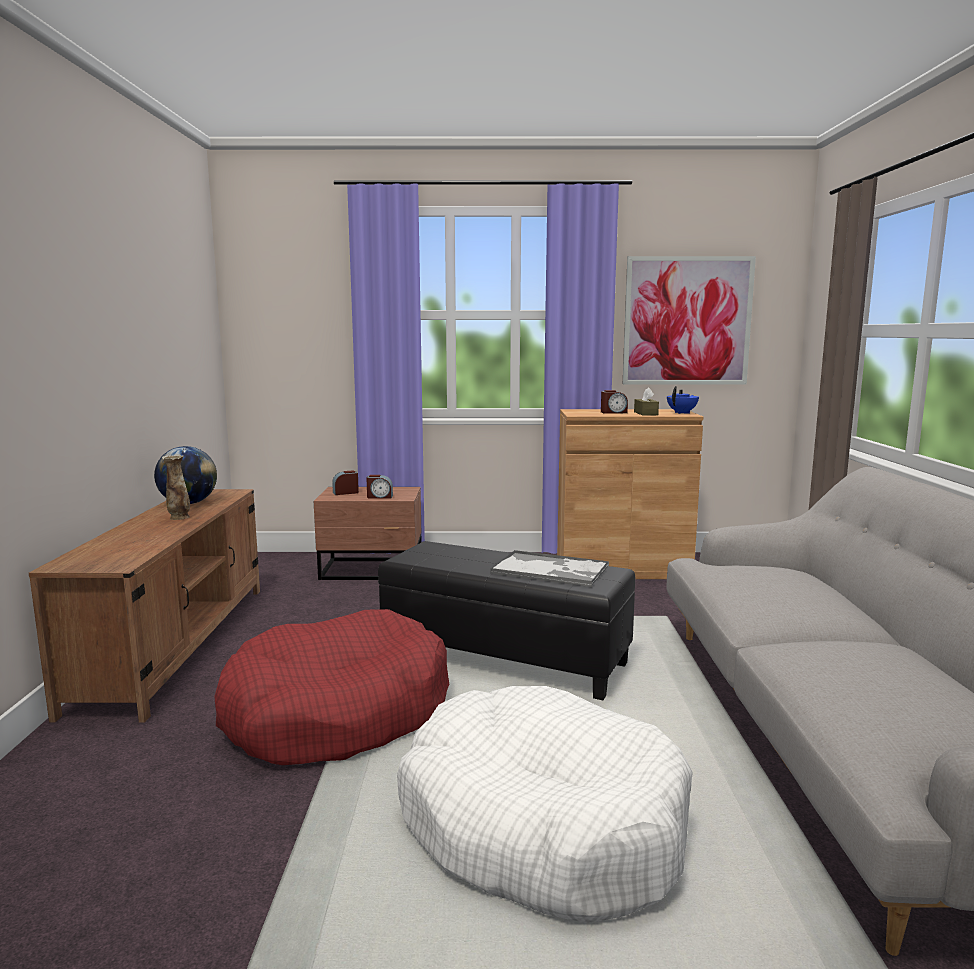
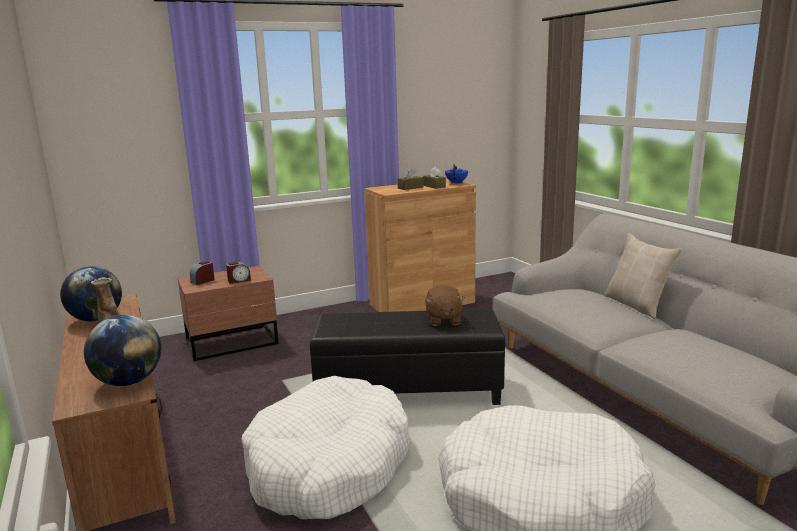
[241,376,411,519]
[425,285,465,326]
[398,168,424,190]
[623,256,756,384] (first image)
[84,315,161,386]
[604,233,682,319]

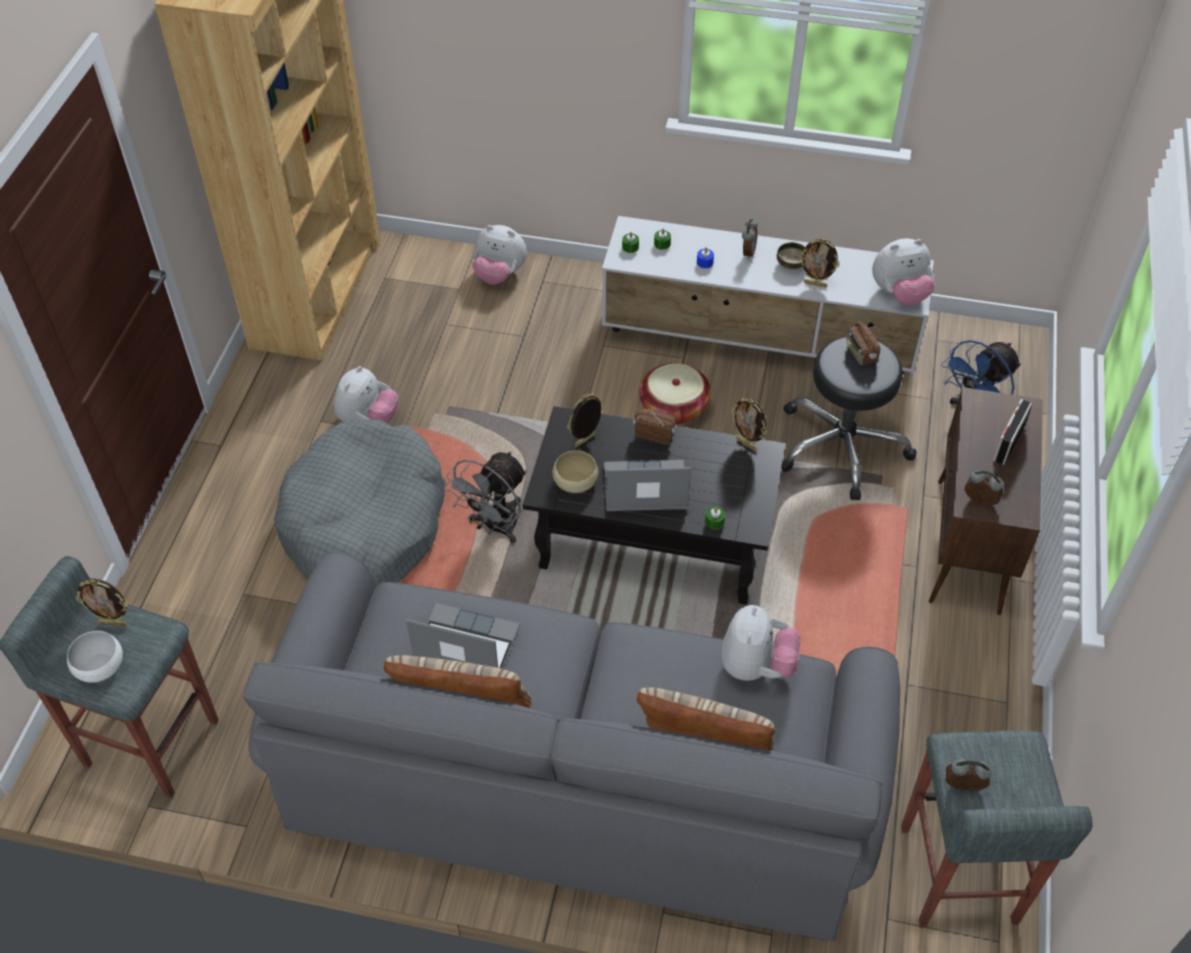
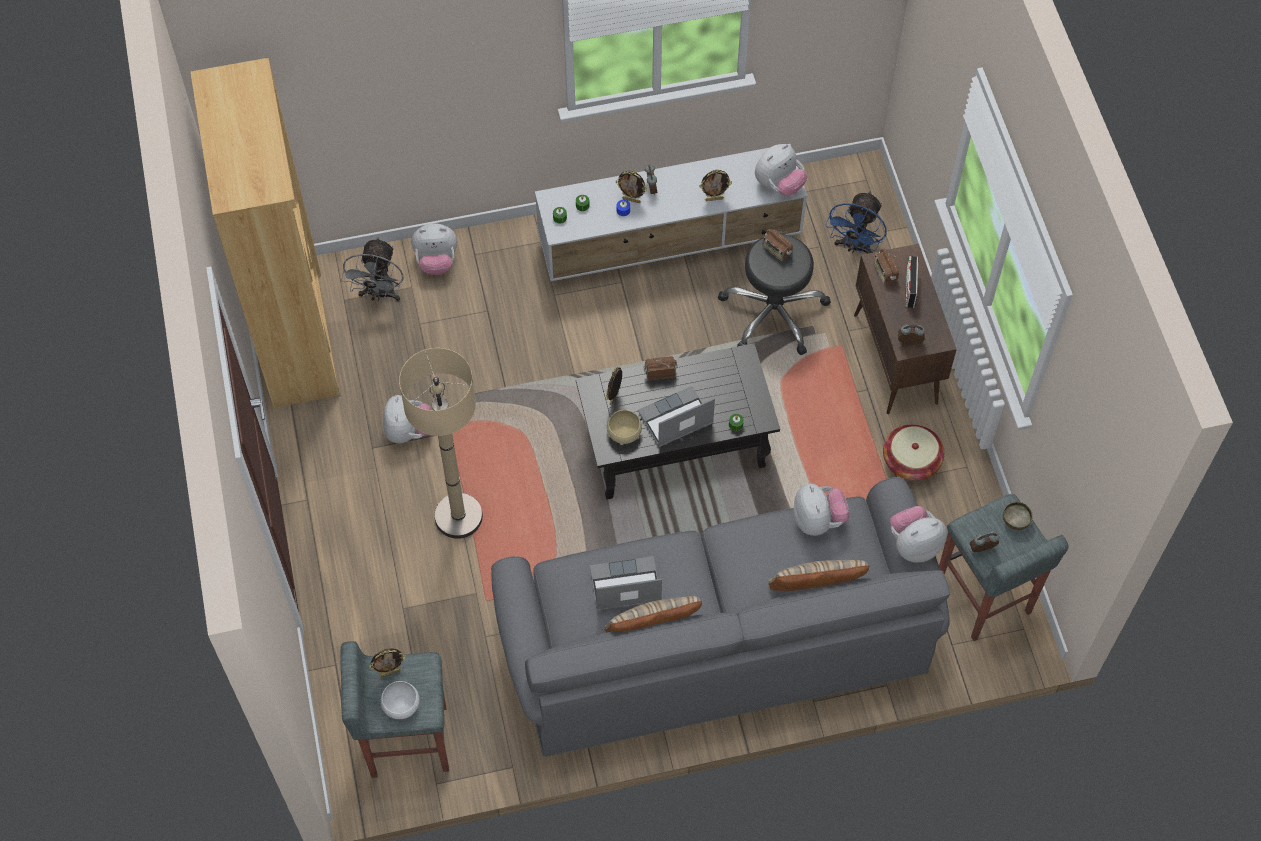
[399,348,483,539]
[341,237,404,301]
[883,424,944,481]
[616,171,647,203]
[1003,502,1033,530]
[874,248,899,284]
[890,506,947,562]

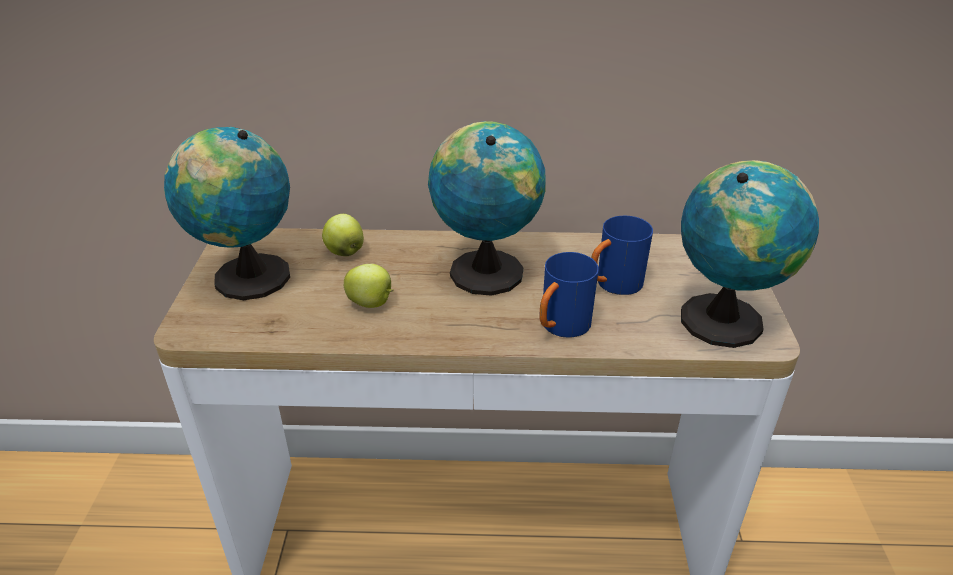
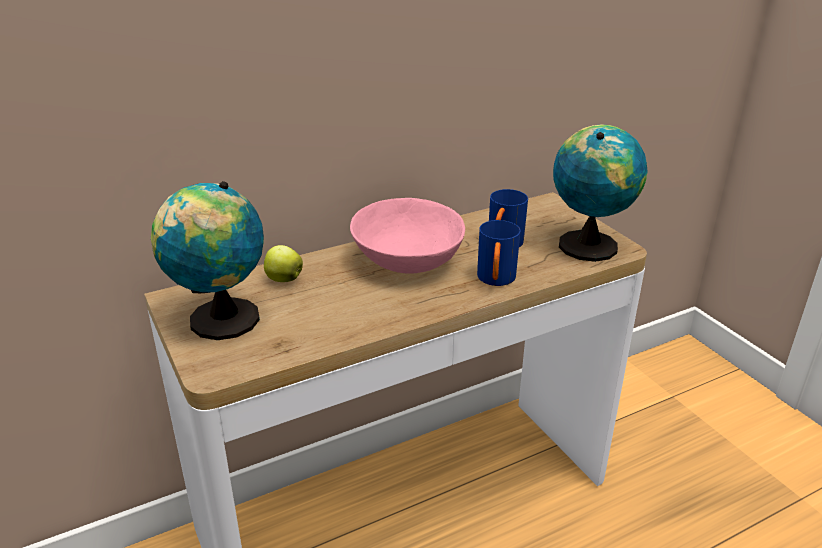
[344,264,394,308] (first image)
[350,198,465,274]

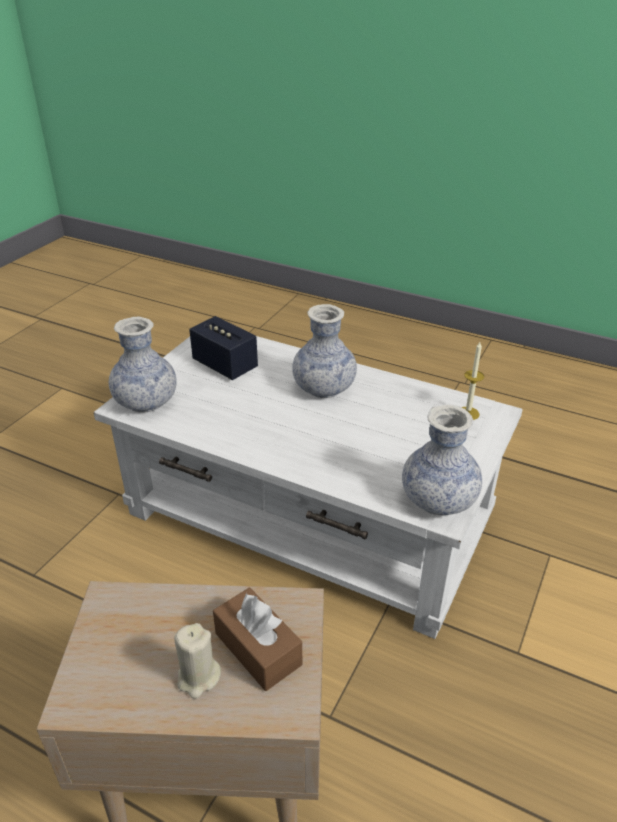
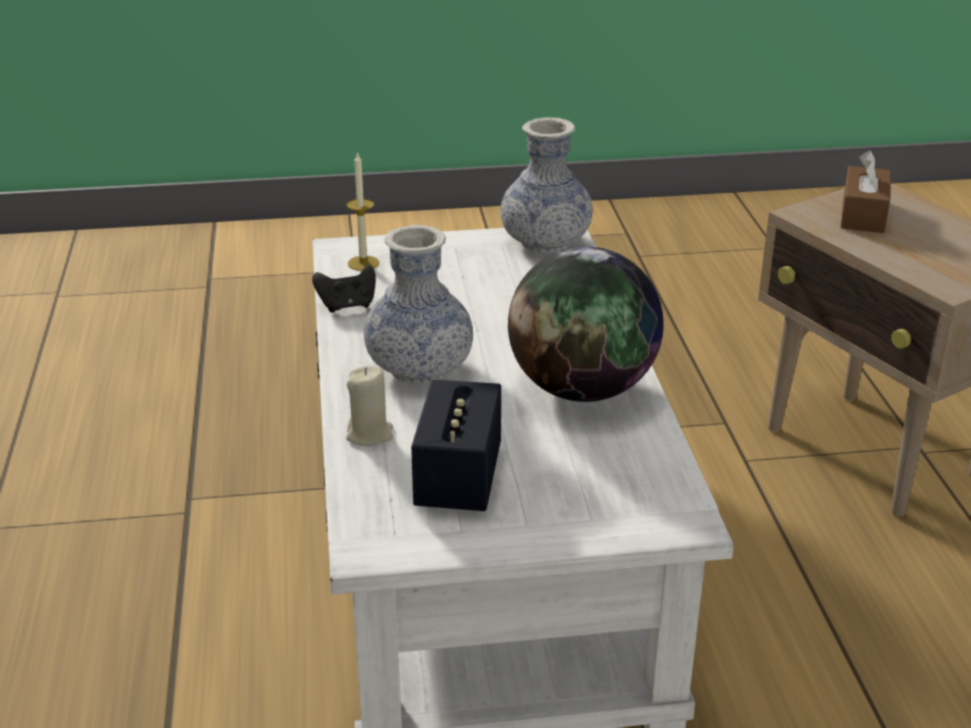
[109,317,177,413] (first image)
[346,366,393,446]
[312,265,376,313]
[508,246,663,402]

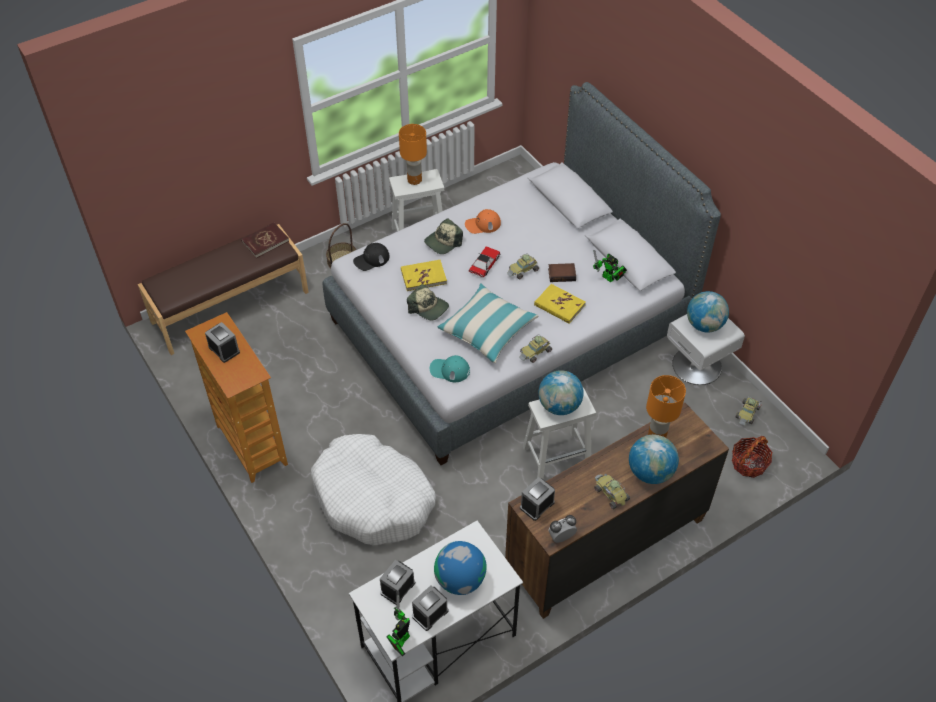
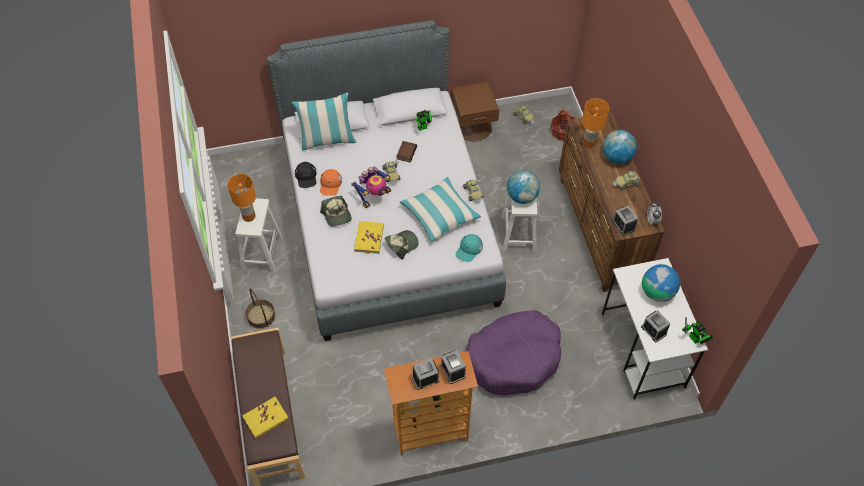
[241,223,289,258] (first image)
[466,310,561,395]
[295,162,317,188]
[441,350,466,384]
[352,166,391,208]
[242,397,289,438]
[451,81,499,142]
[687,291,729,332] (first image)
[292,93,357,151]

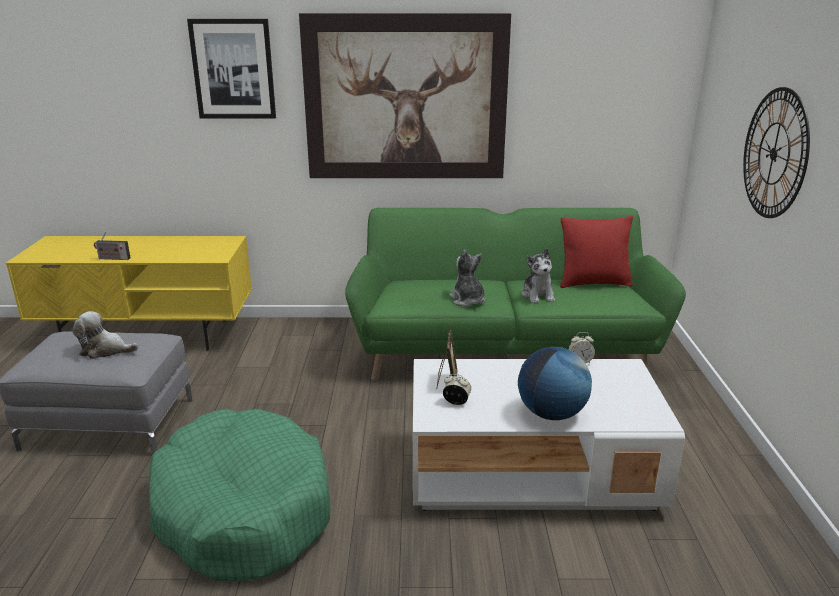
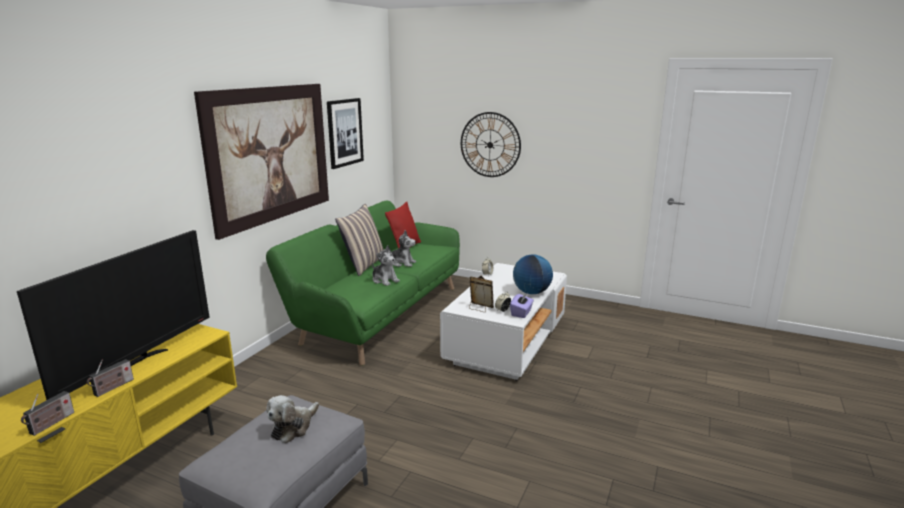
[149,409,331,581] (first image)
[327,98,364,169]
[372,245,400,286]
[17,230,210,400]
[21,391,74,436]
[335,204,384,276]
[510,293,534,318]

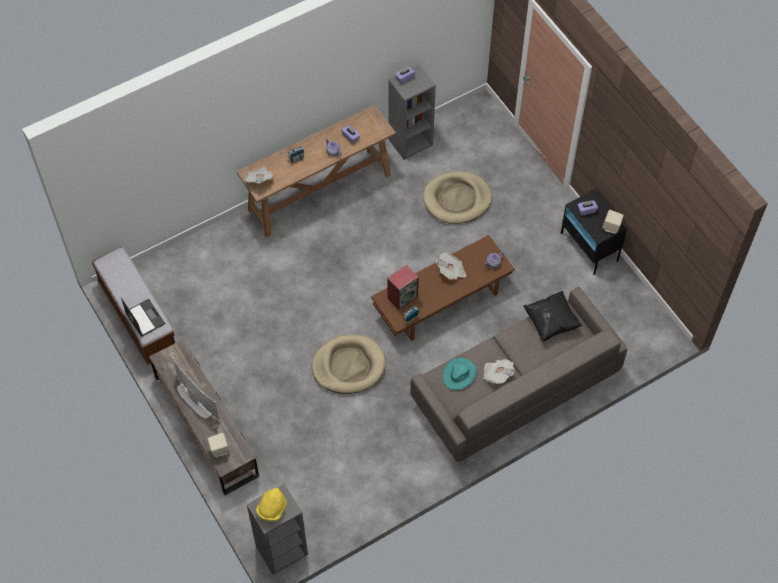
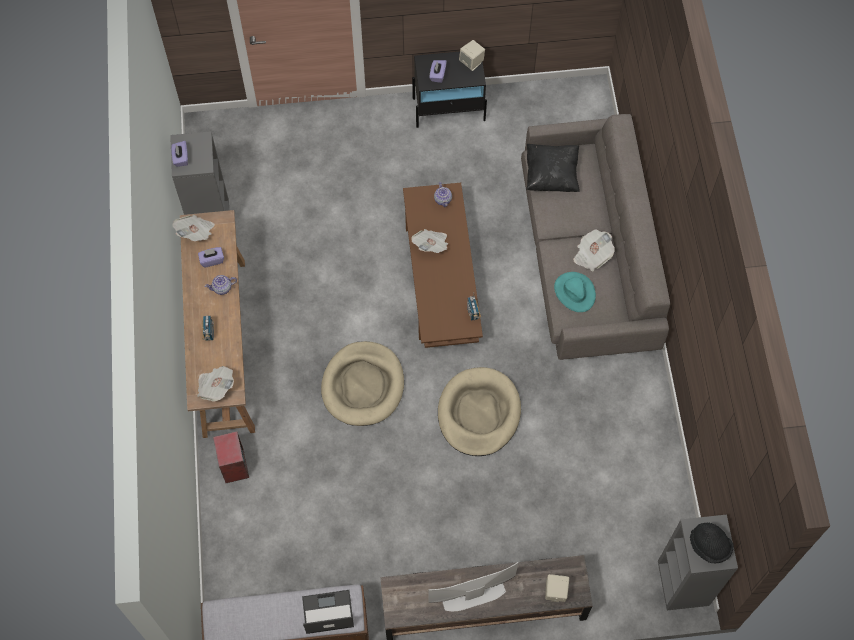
[690,523,734,563]
[213,431,249,483]
[321,341,404,426]
[173,215,215,241]

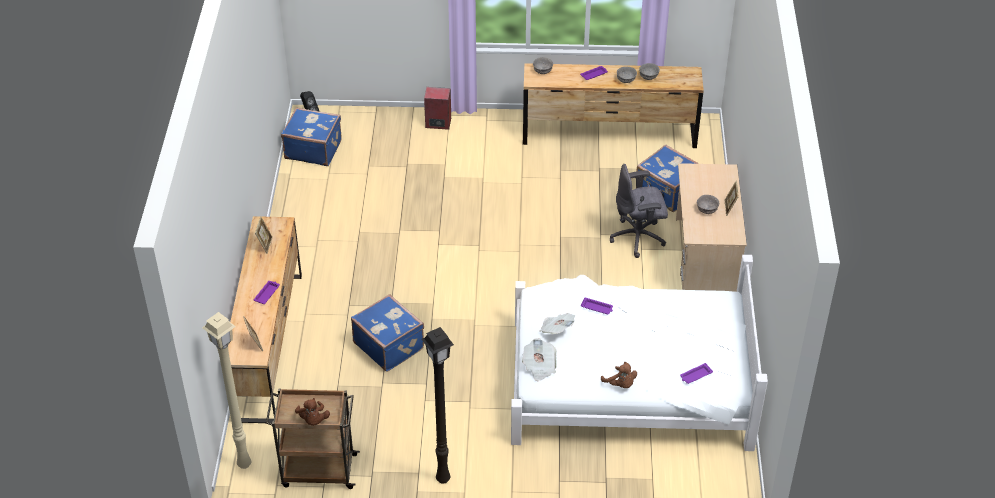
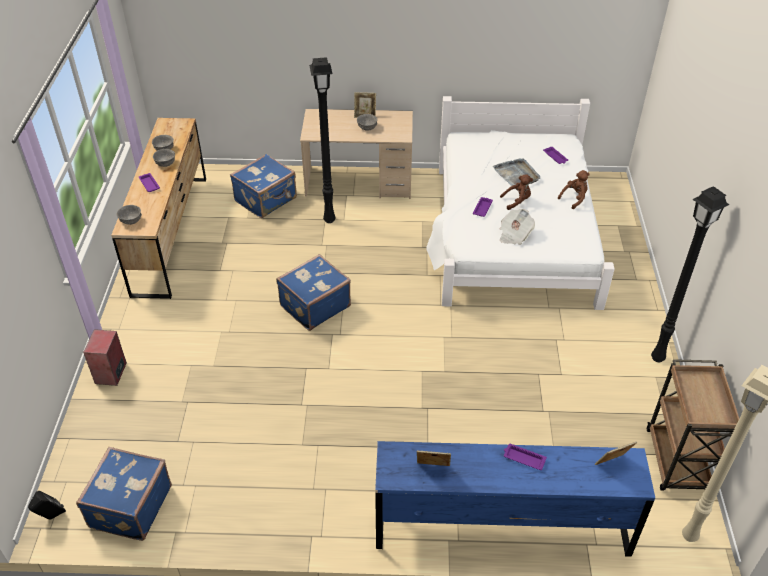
[375,441,655,557]
[500,174,533,210]
[276,254,351,331]
[522,338,557,381] (first image)
[309,57,336,223]
[493,158,540,186]

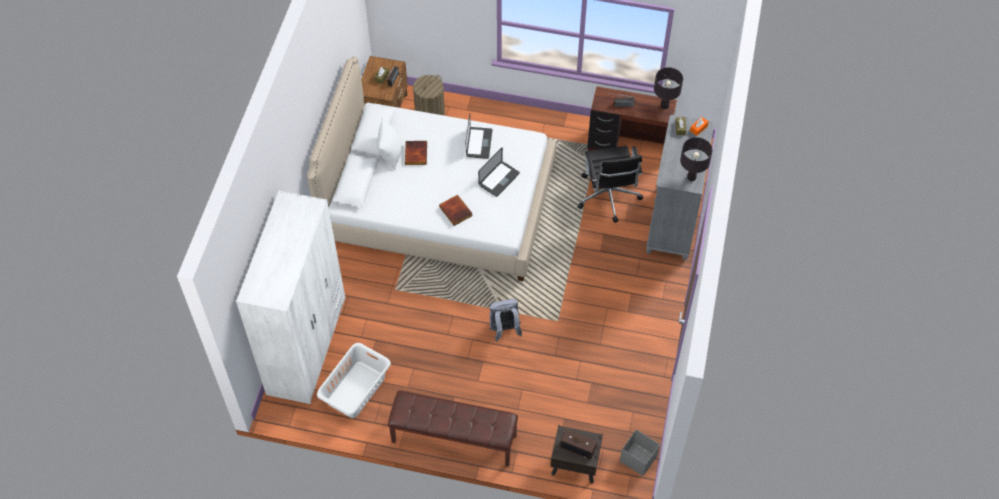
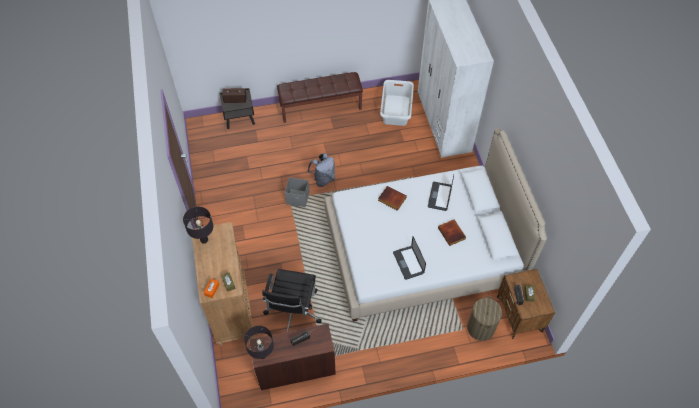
[377,117,402,170] (first image)
[428,175,454,211]
[262,269,322,332]
[285,177,310,207]
[192,222,255,346]

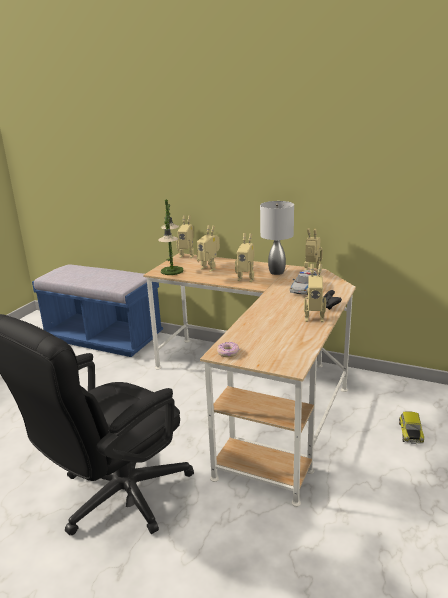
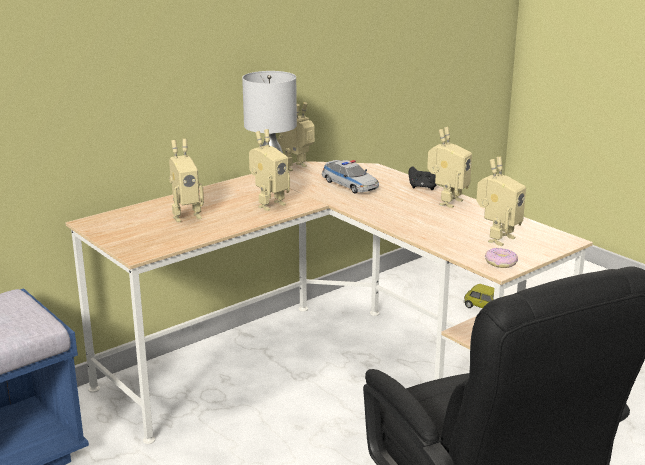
[158,200,183,275] (first image)
[476,157,526,246]

